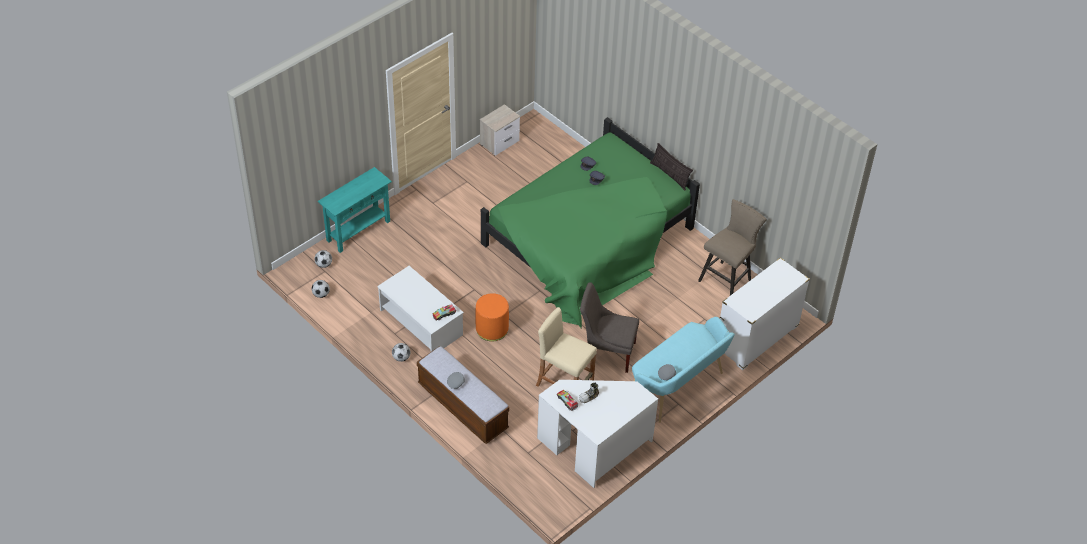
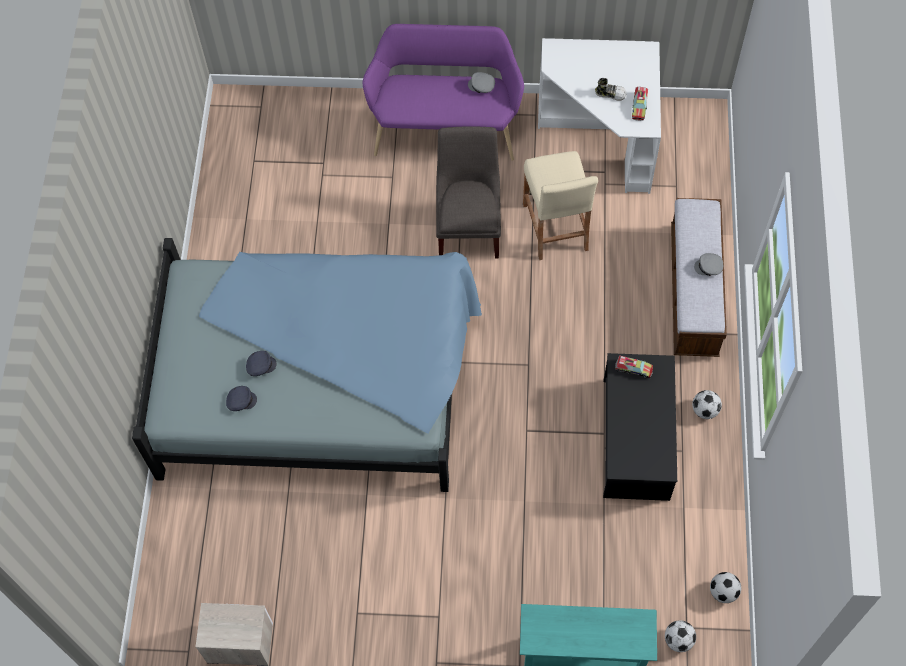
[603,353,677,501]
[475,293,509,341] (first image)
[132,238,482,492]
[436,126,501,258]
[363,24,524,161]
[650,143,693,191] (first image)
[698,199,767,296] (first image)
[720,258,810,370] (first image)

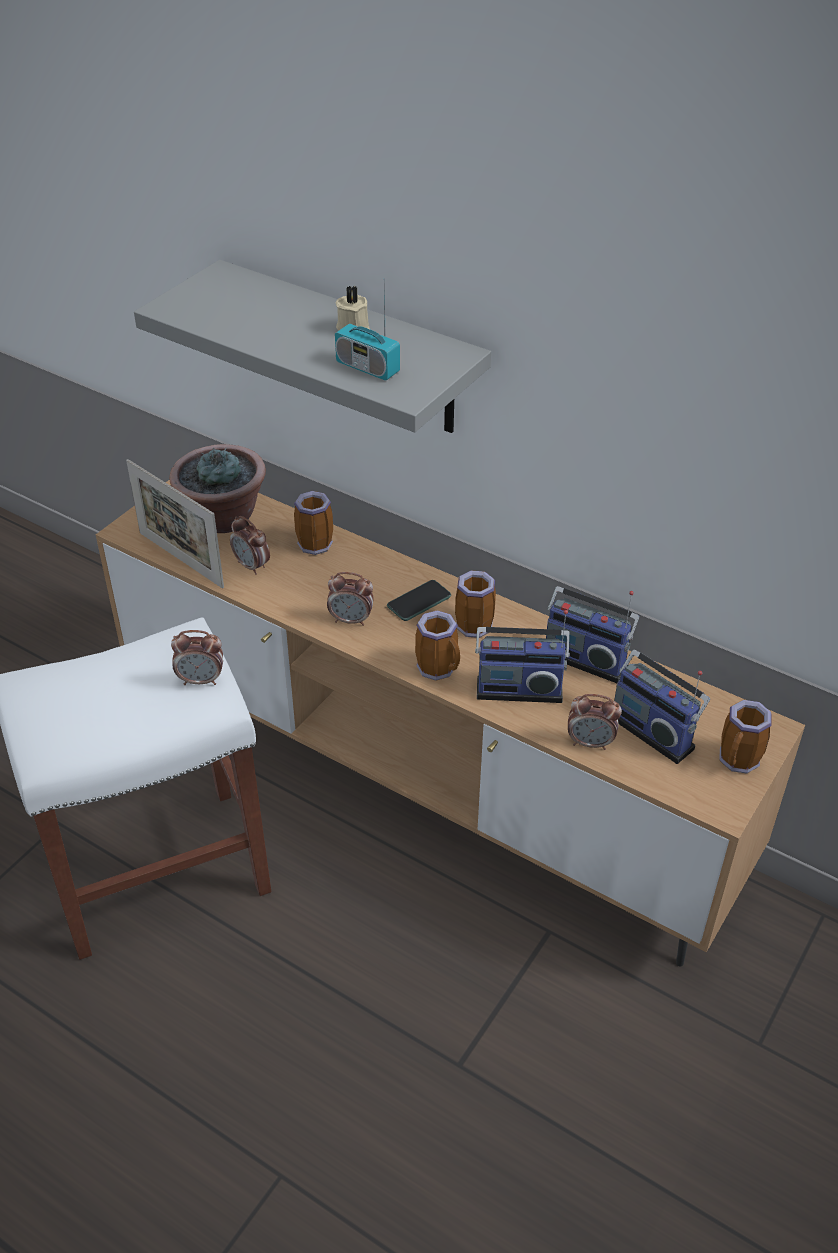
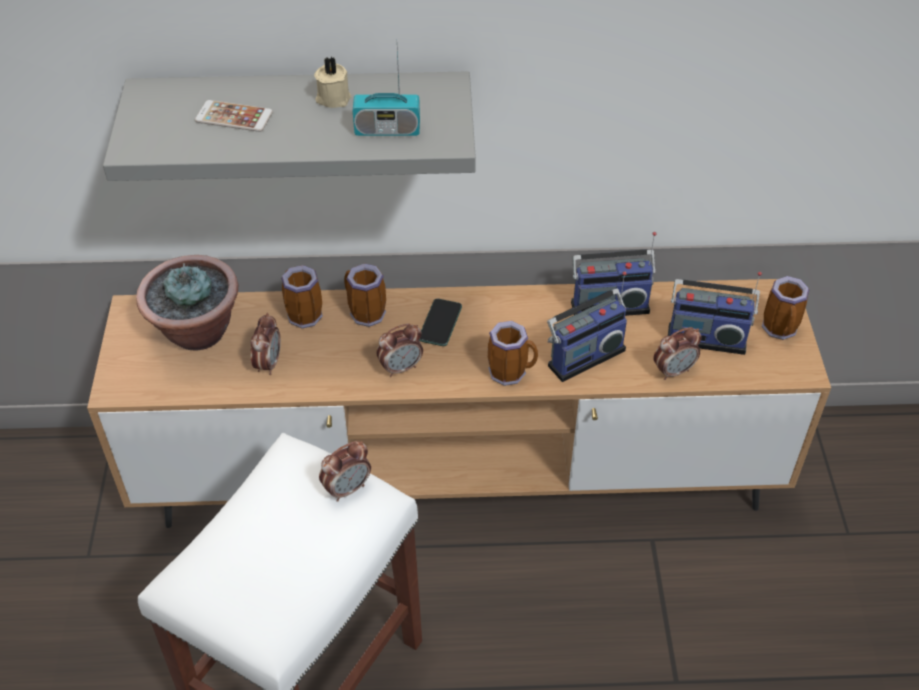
[126,459,224,588] (first image)
[250,313,281,375]
[344,264,386,327]
[195,100,273,132]

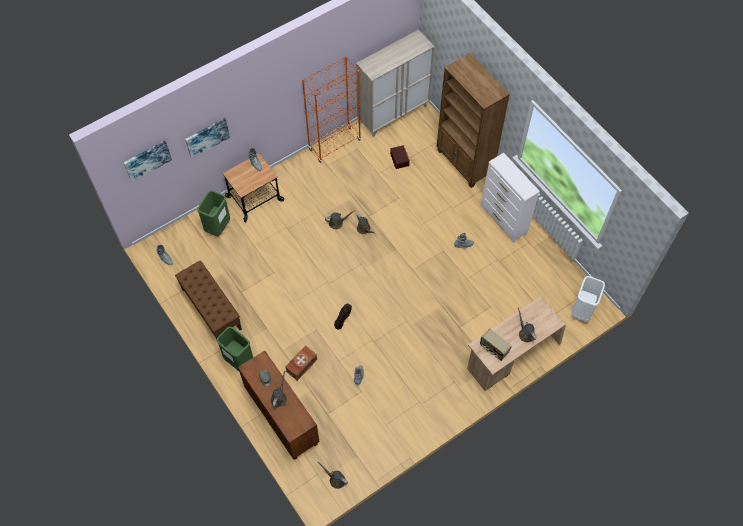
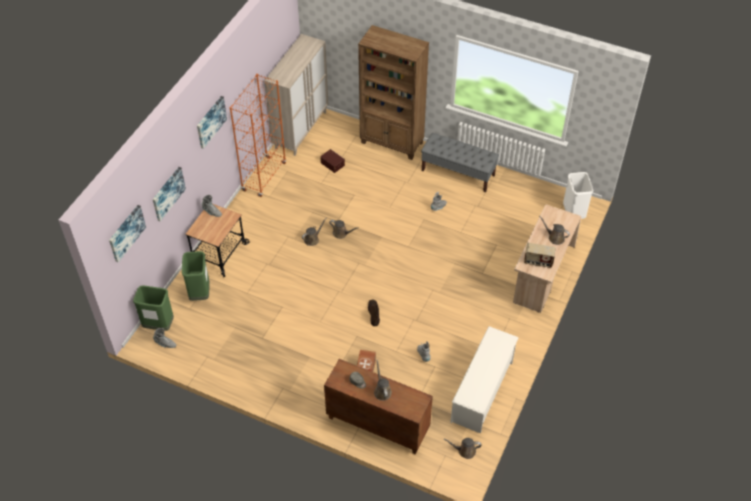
[175,260,242,339] (first image)
[133,286,174,331]
[421,133,499,192]
[197,96,227,149]
[450,326,519,433]

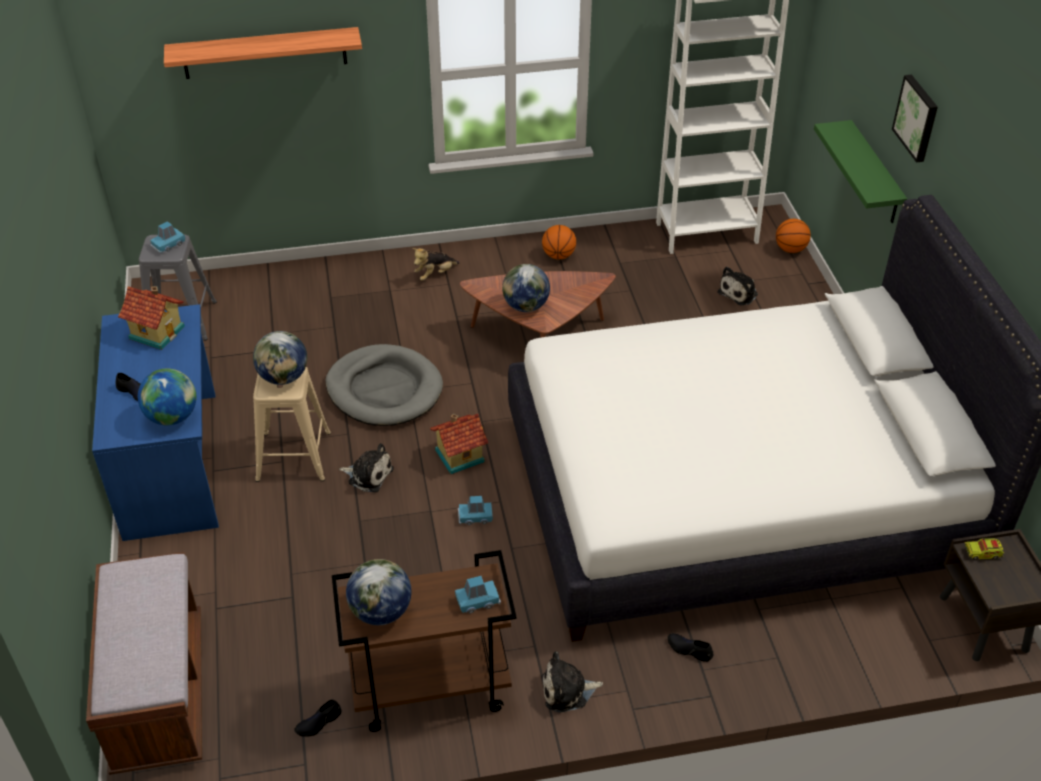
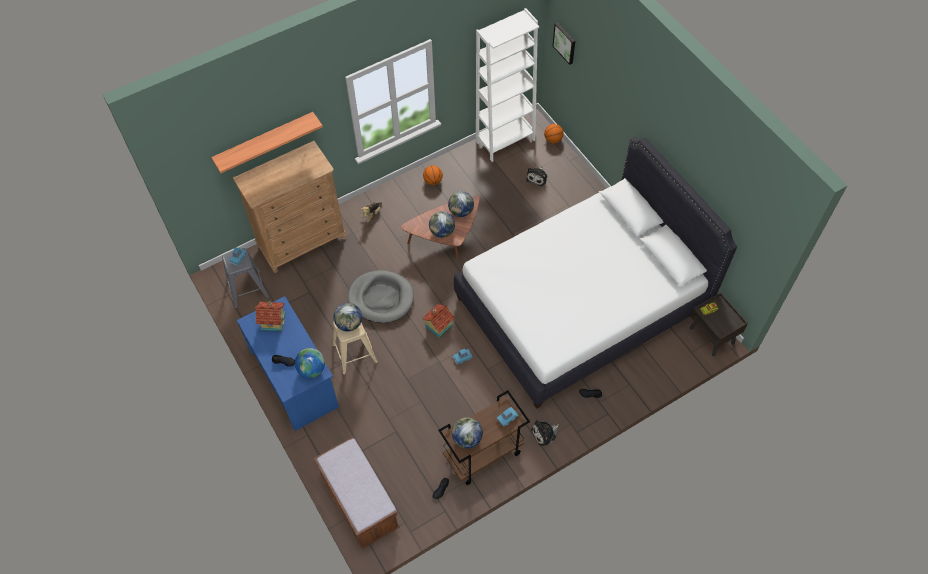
[339,443,394,492] (first image)
[814,120,907,223] (first image)
[552,22,575,65]
[233,141,346,273]
[448,191,474,217]

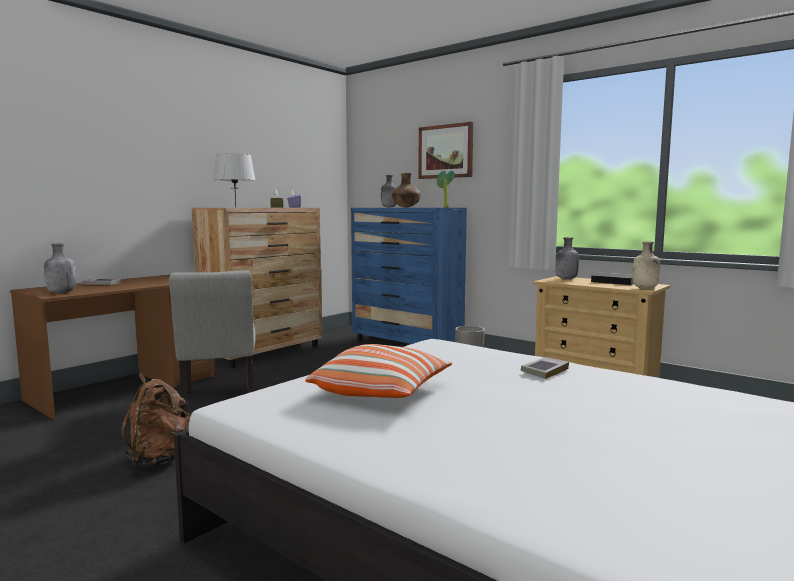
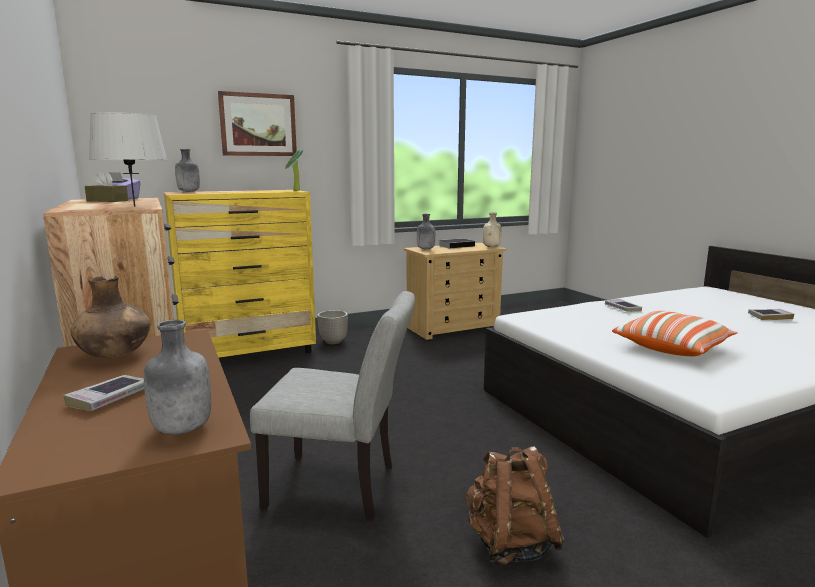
[164,190,316,358]
[70,276,150,358]
[748,309,794,320]

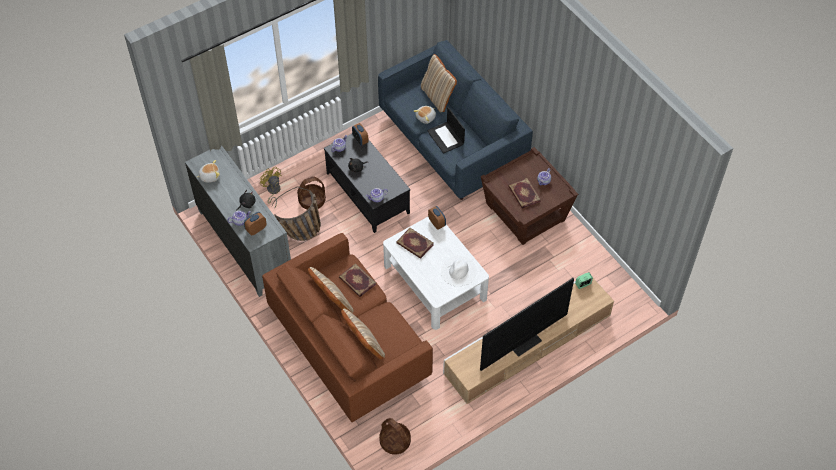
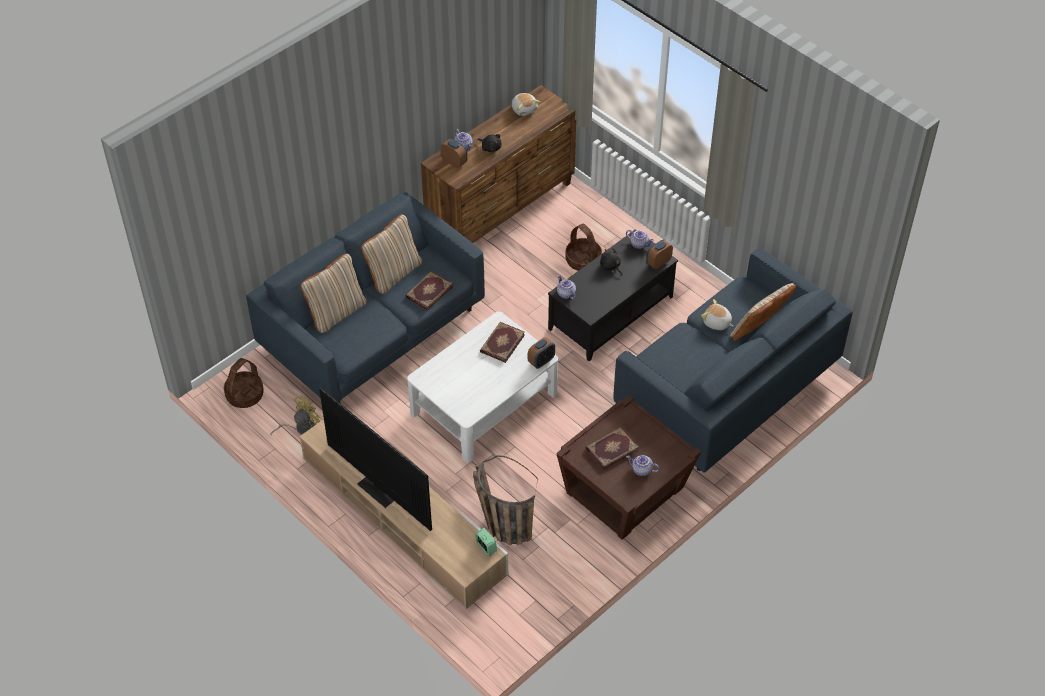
[421,85,576,243]
[270,396,322,435]
[246,191,485,403]
[473,455,538,545]
[427,107,465,154] (first image)
[441,256,477,286] (first image)

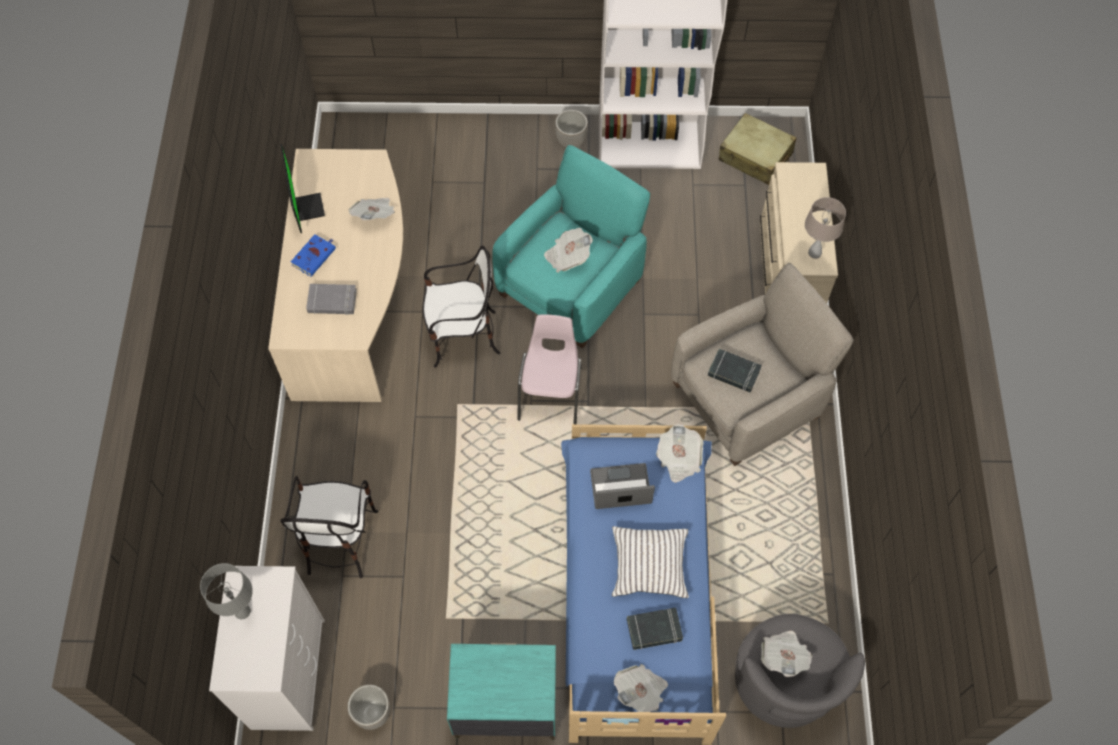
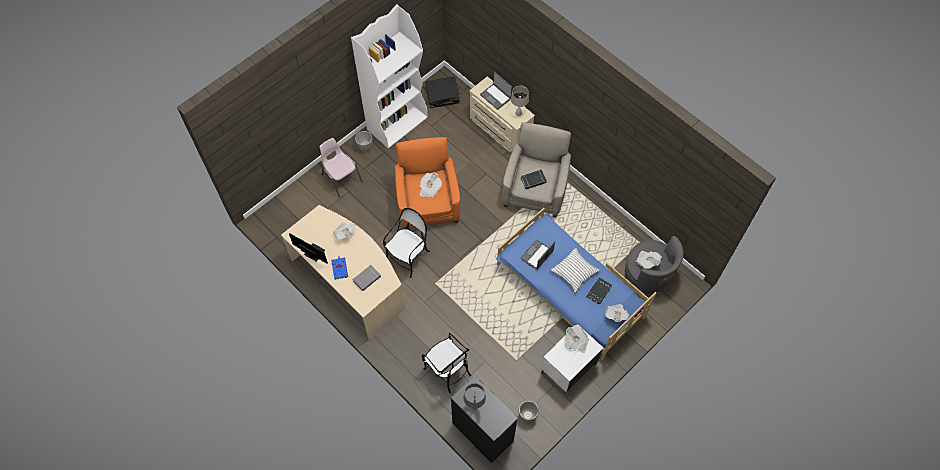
[451,375,518,463]
[541,324,603,396]
[395,137,460,229]
[319,138,363,197]
[565,325,589,353]
[425,76,461,109]
[480,72,512,110]

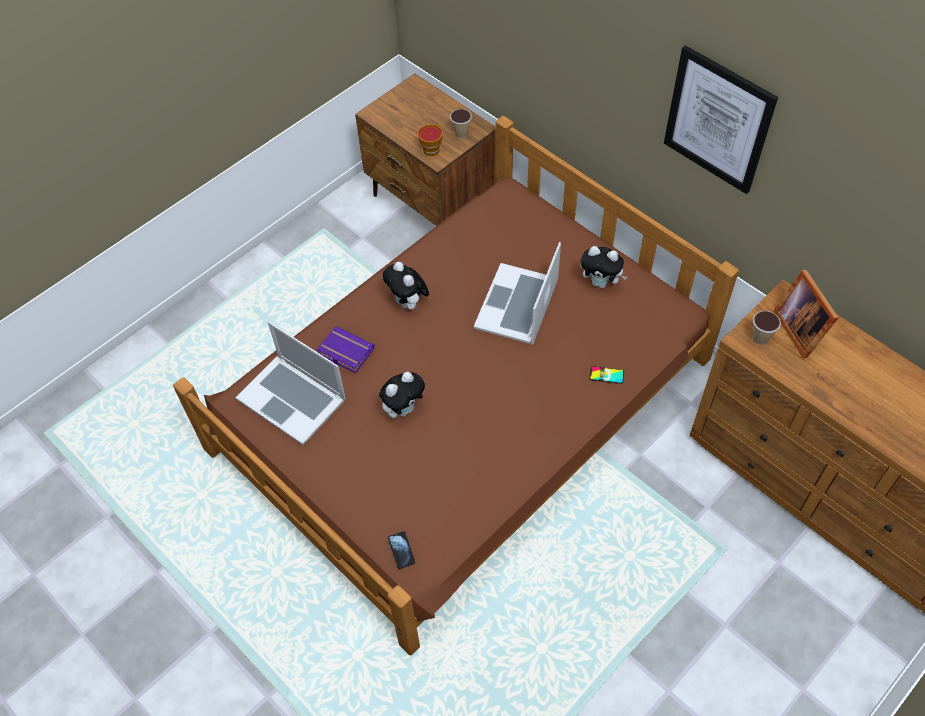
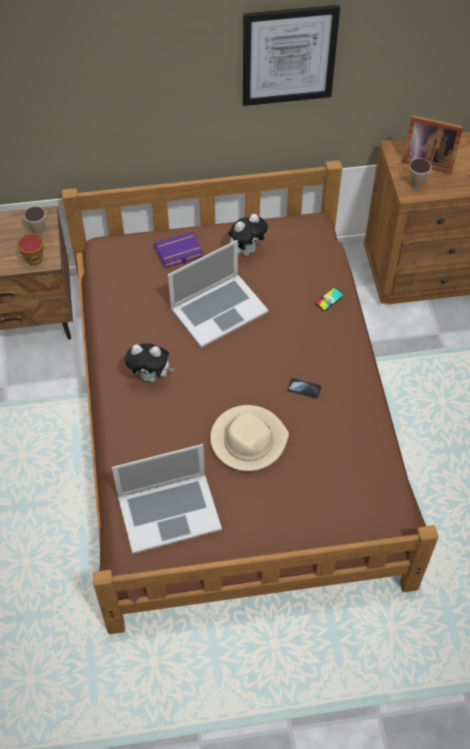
[154,232,203,268]
[210,405,289,471]
[287,378,321,398]
[168,240,269,348]

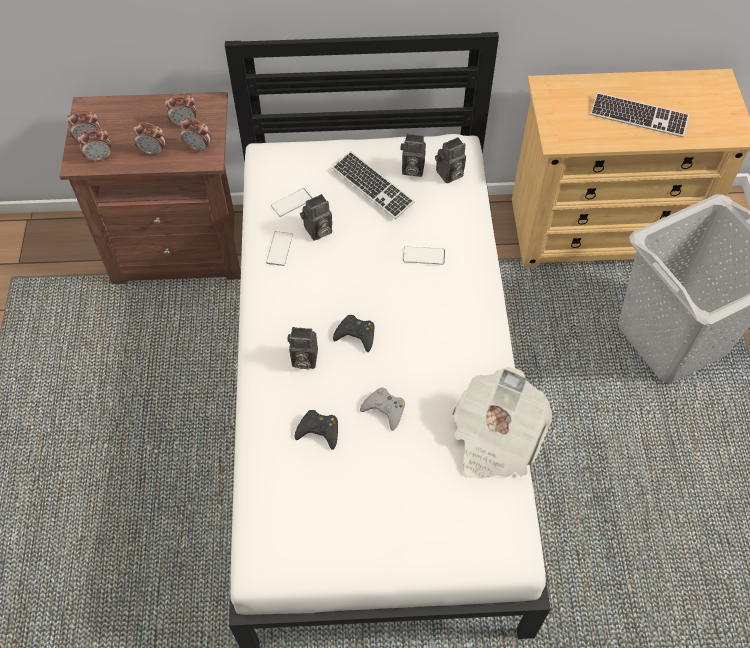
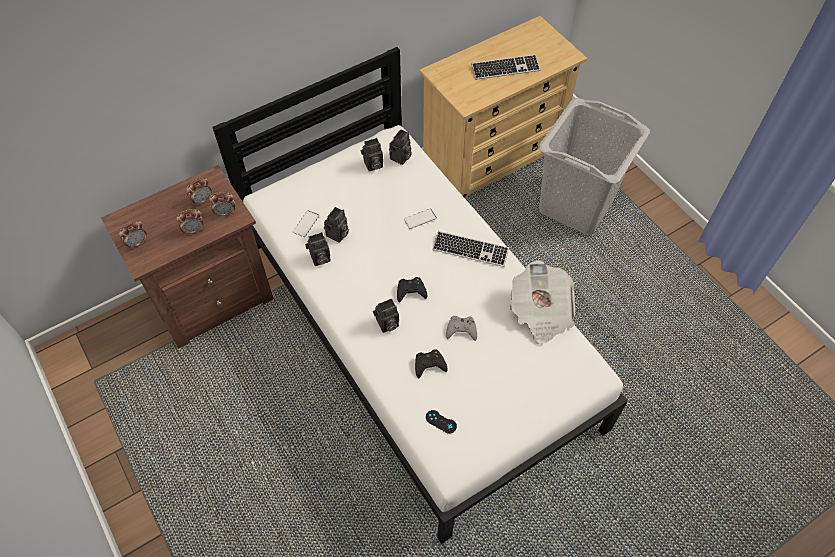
[78,128,111,163] (first image)
[305,232,331,266]
[433,231,509,267]
[426,410,457,434]

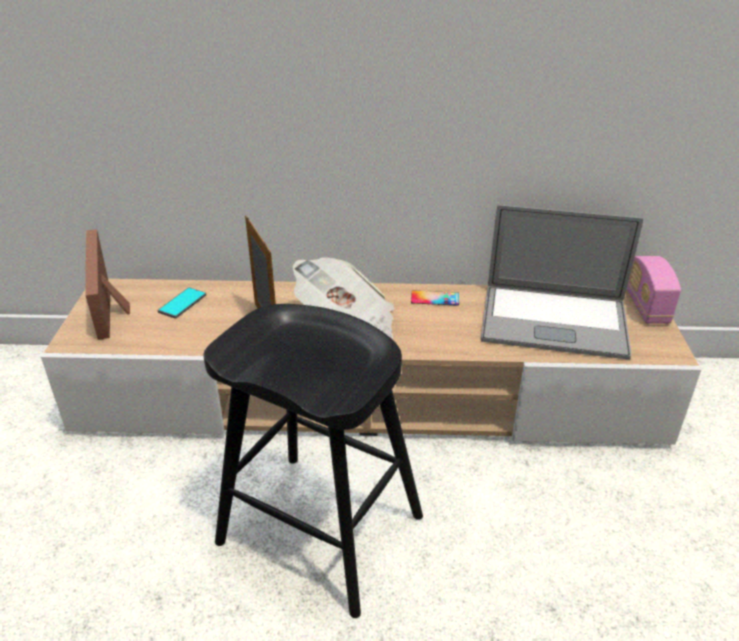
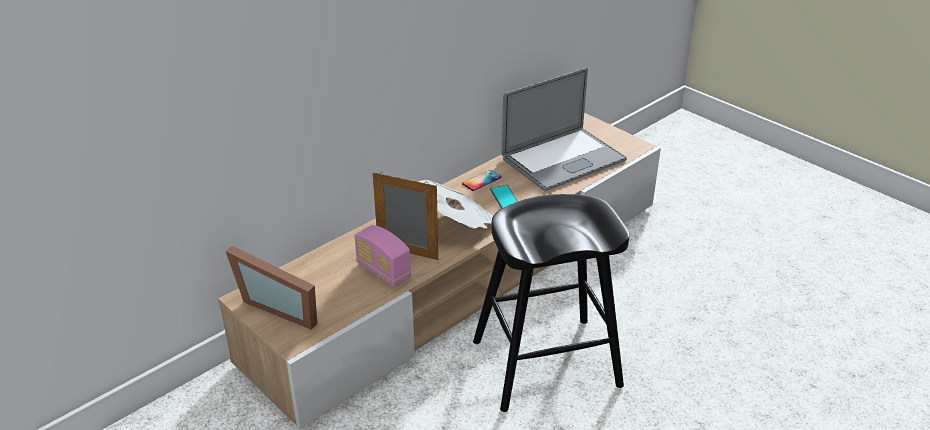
[490,185,518,209]
[354,225,411,287]

